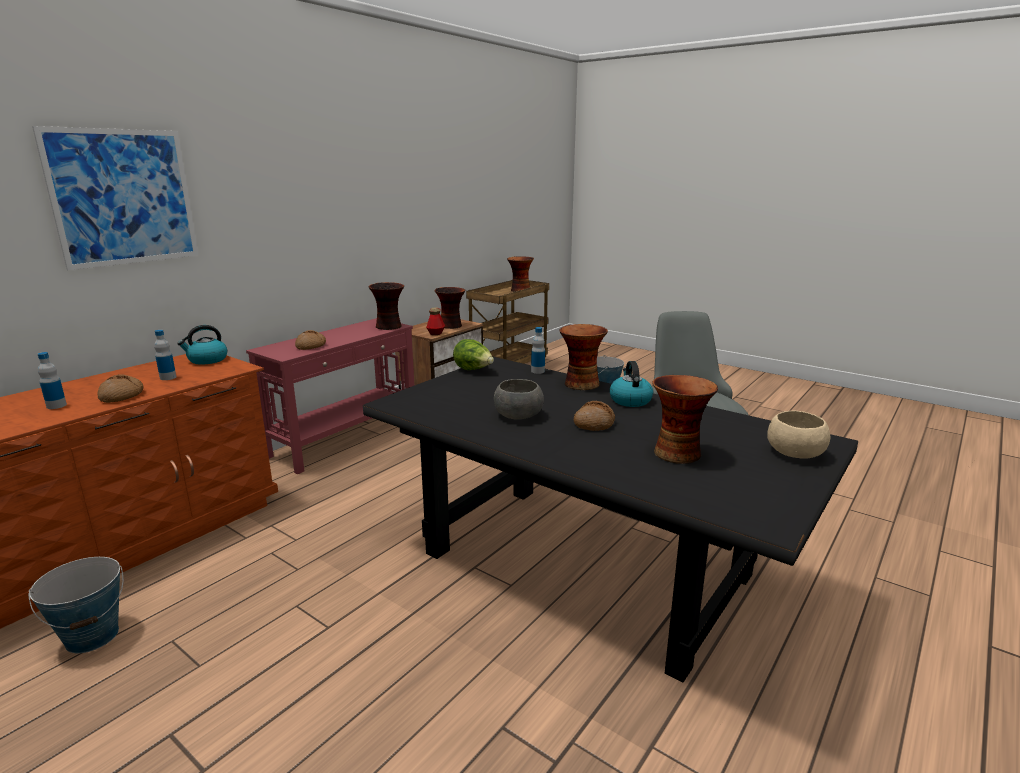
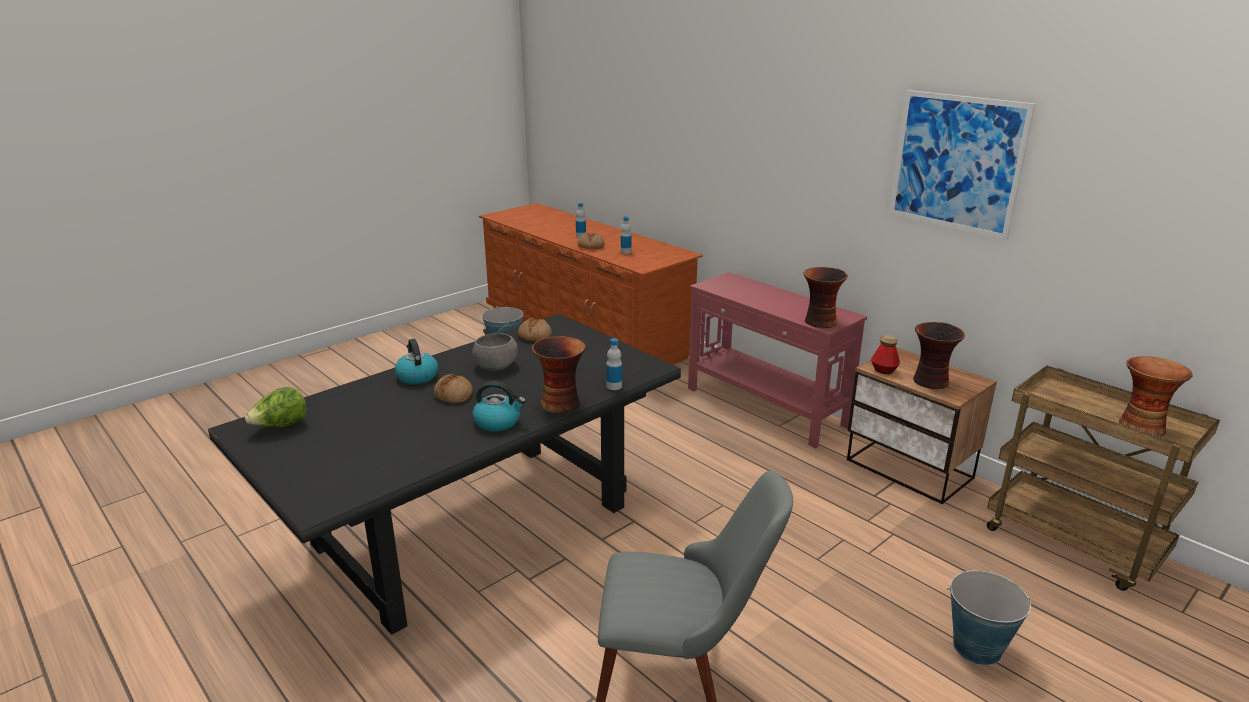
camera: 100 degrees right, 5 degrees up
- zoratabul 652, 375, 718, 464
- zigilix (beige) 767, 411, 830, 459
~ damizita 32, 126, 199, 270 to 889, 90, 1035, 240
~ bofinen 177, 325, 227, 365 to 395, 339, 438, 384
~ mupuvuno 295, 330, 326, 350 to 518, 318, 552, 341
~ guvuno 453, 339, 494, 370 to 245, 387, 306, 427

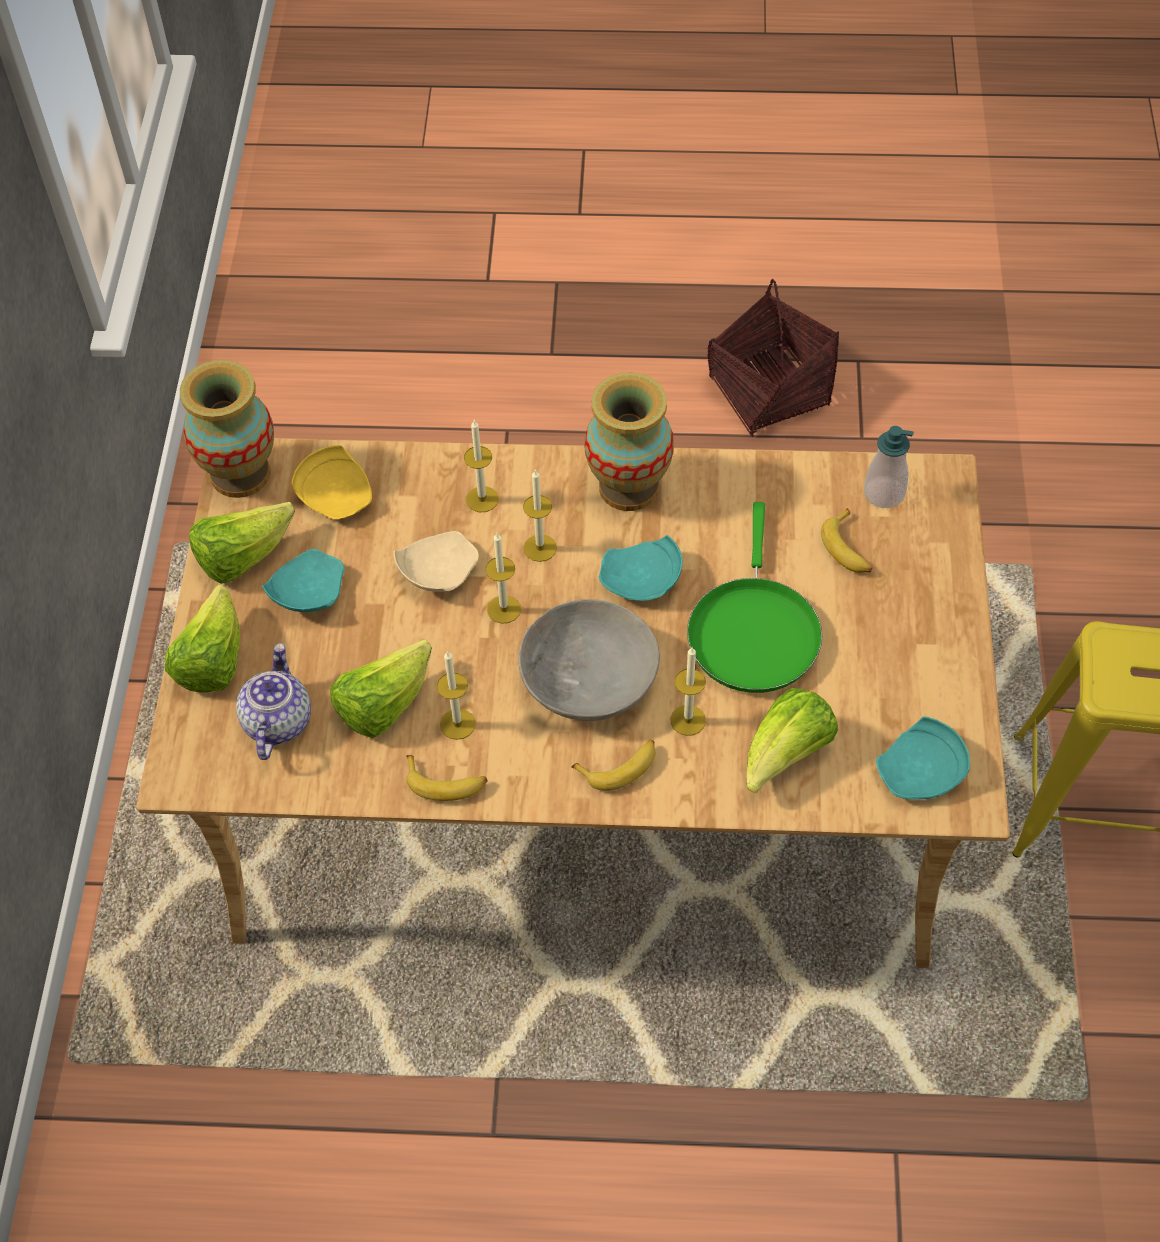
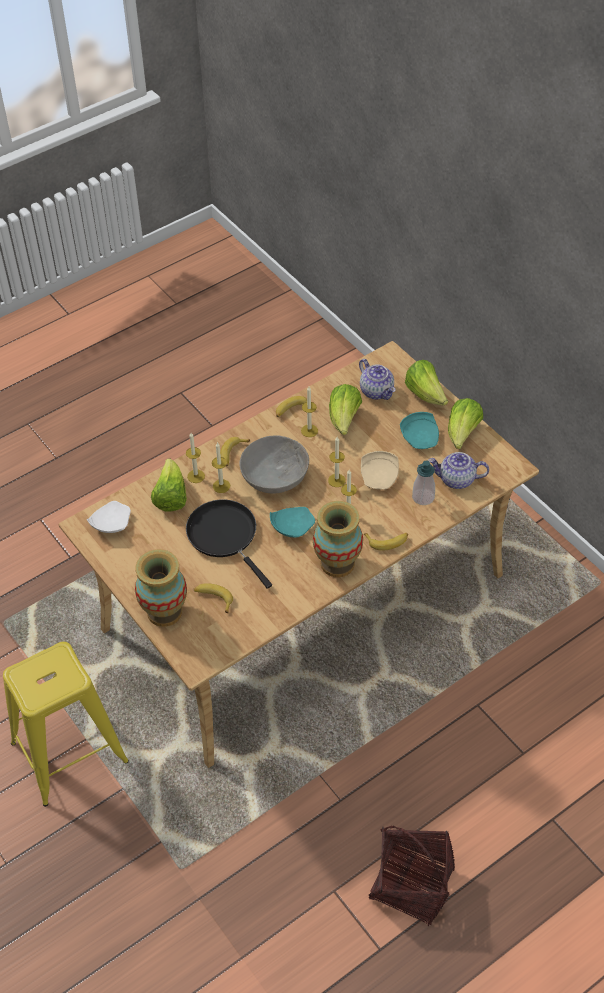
camera: 140 degrees right, 5 degrees down
+ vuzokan 364, 533, 408, 551
~ zoratabul 180, 360, 274, 498 to 135, 549, 187, 627
~ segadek 464, 420, 499, 512 to 186, 433, 205, 483
~ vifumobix 864, 426, 914, 508 to 412, 460, 435, 505
~ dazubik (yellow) 291, 445, 372, 520 to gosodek 428, 452, 489, 489
~ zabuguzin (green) 687, 502, 822, 693 to zabuguzin (black) 186, 499, 272, 588
~ dazubik (turquoise) 876, 716, 970, 800 to dazubik (white) 87, 501, 131, 533

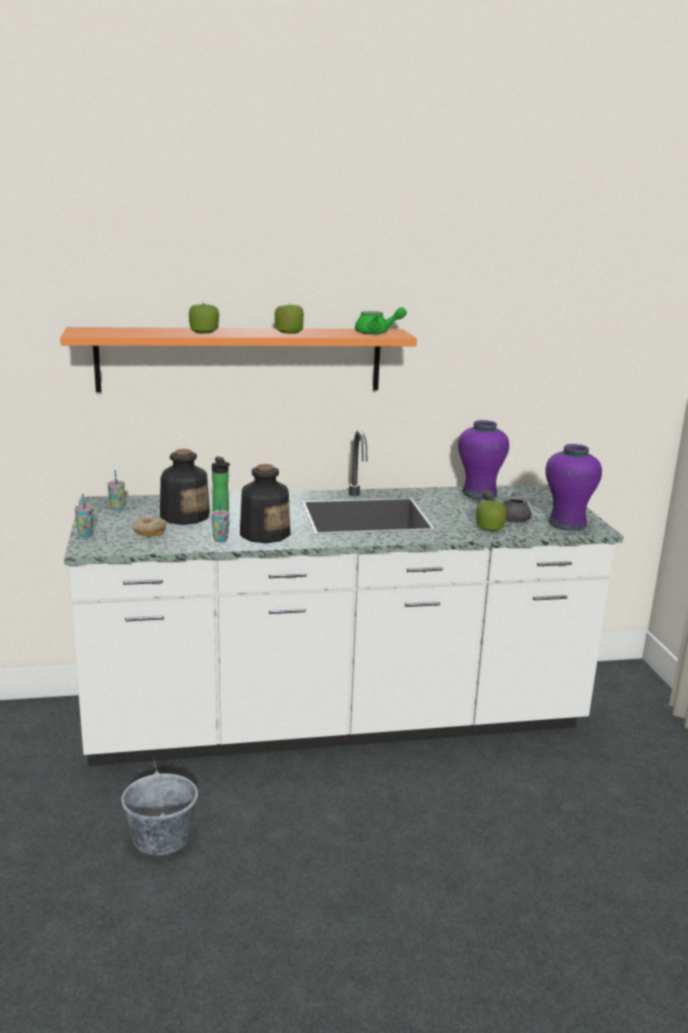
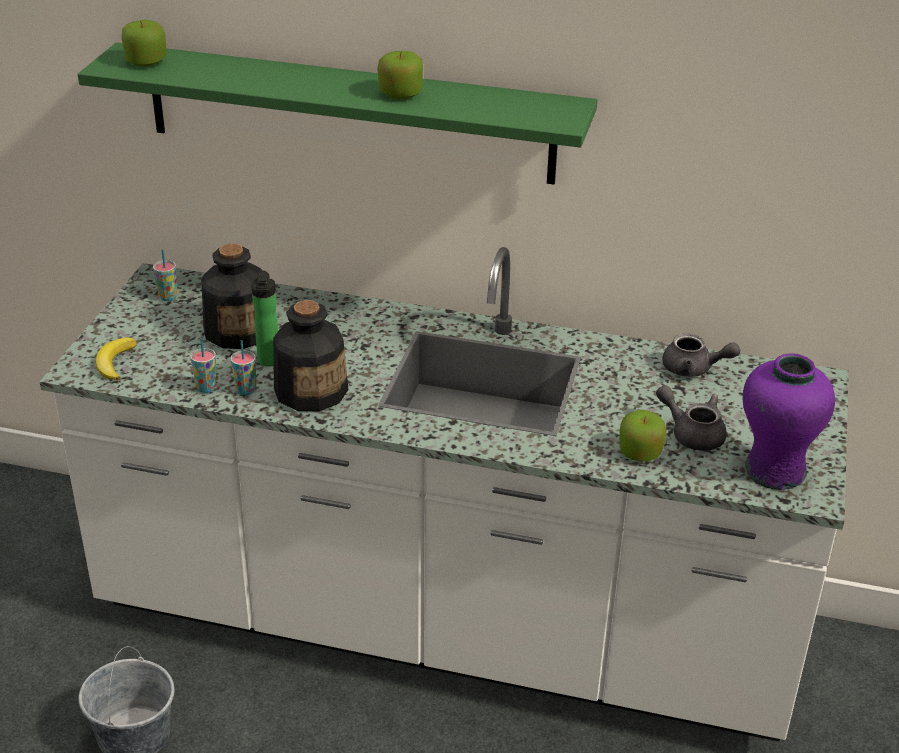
camera: 25 degrees right, 15 degrees up
- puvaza 132, 517, 166, 537
- gosodek (green) 355, 307, 407, 335
+ vuzokan 96, 337, 137, 381
~ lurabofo 75, 494, 93, 537 to 190, 338, 217, 393
~ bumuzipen 189, 302, 219, 334 to 122, 20, 166, 67
~ zoratabul (purple) 458, 420, 509, 500 to gosodek (grey) 662, 333, 740, 377
~ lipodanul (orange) 60, 327, 417, 392 to lipodanul (green) 78, 42, 597, 184

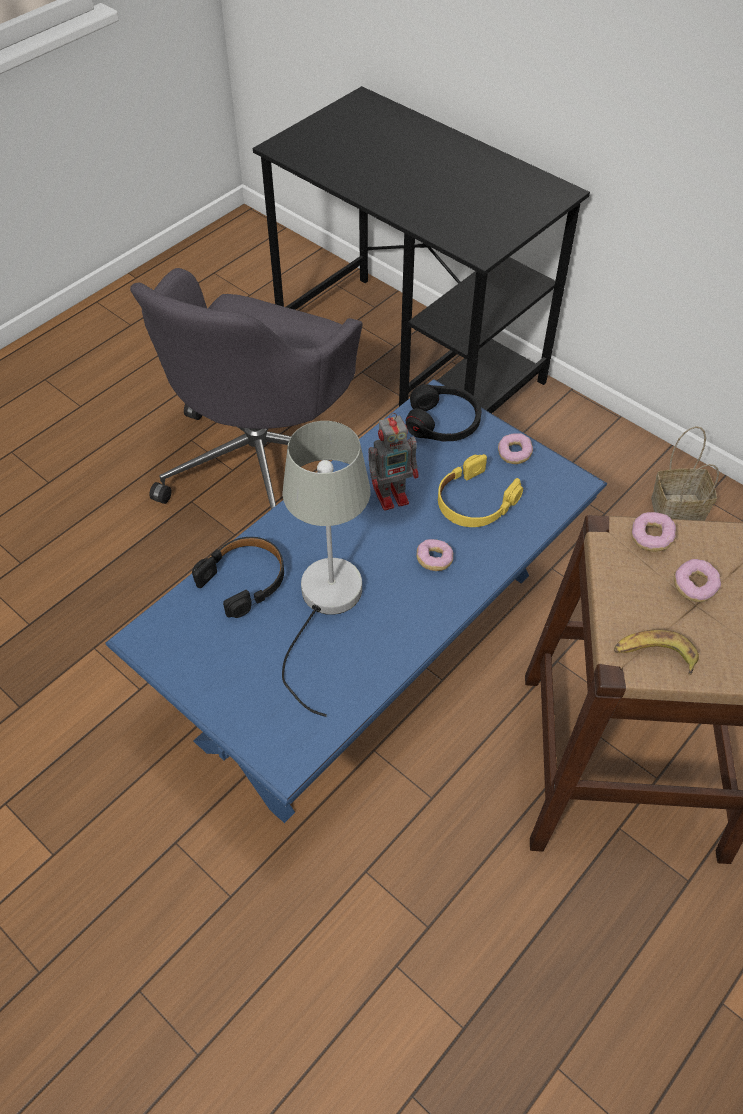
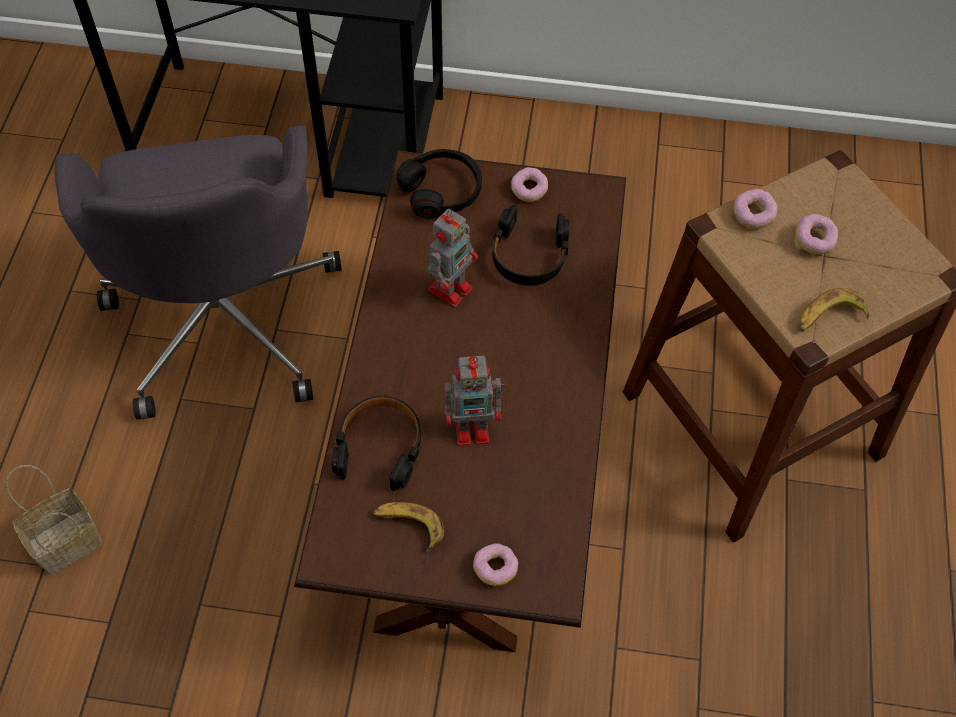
camera: 35 degrees left, 5 degrees up
+ vuzokan 373, 502, 444, 552
~ puvaza 417, 539, 453, 571 to 473, 543, 518, 586
~ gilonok 651, 426, 719, 521 to 6, 465, 103, 575
~ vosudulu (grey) 282, 421, 370, 717 to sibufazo 444, 356, 504, 446
~ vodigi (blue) 105, 379, 607, 823 to vodigi (brown) 294, 150, 626, 652
~ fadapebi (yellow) 438, 454, 523, 527 to fadapebi (black) 492, 205, 569, 286

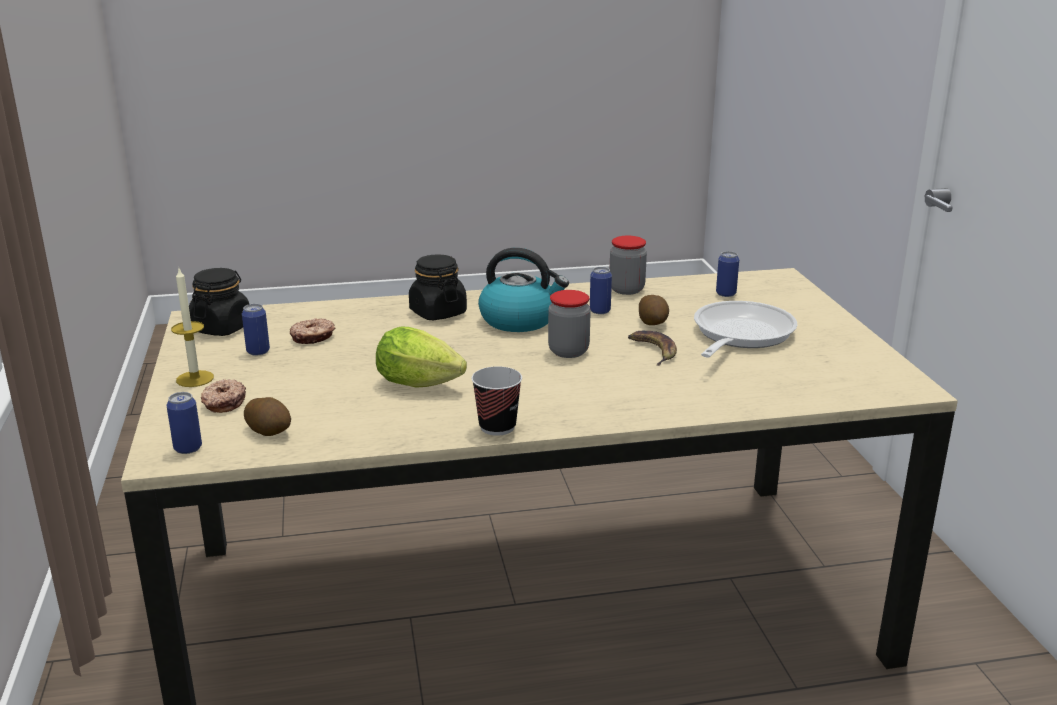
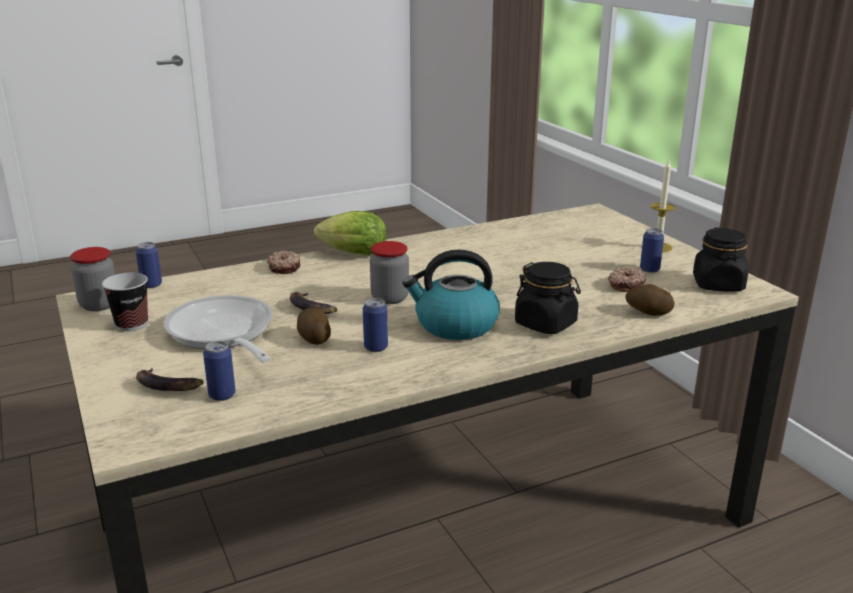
camera: 165 degrees right, 0 degrees up
+ vuzokan 136, 368, 204, 391
~ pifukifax 167, 392, 202, 454 to 136, 242, 162, 288
~ puvaza 201, 379, 246, 413 to 267, 250, 300, 274
~ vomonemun 244, 397, 291, 436 to 625, 284, 674, 316
~ guvuno 376, 327, 467, 388 to 314, 211, 386, 255
~ lurabofo 471, 366, 522, 436 to 102, 273, 148, 331
~ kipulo 610, 236, 647, 295 to 70, 247, 115, 311
~ zabuguzin 694, 301, 797, 357 = 164, 295, 273, 363 135 degrees clockwise

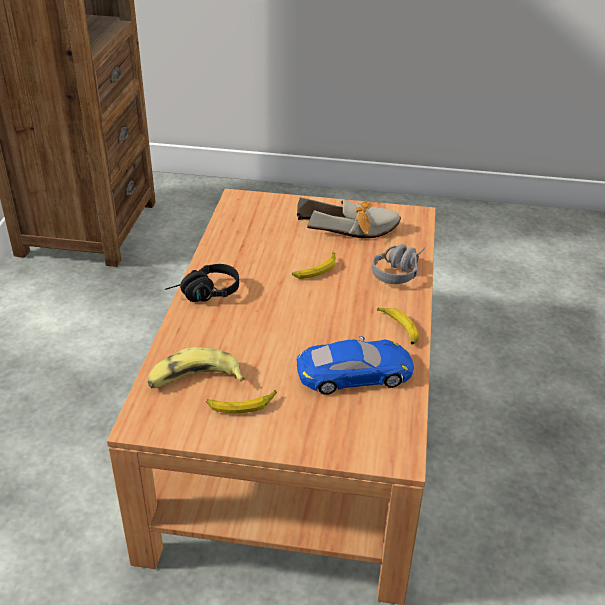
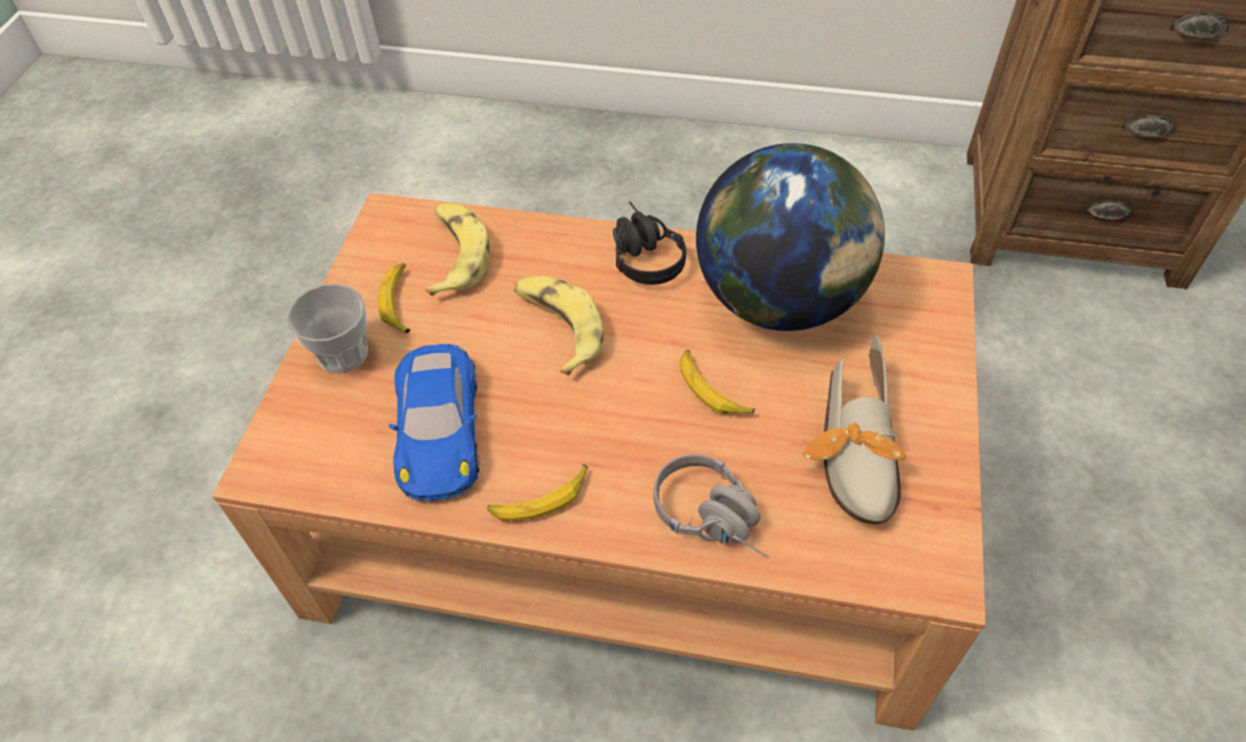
camera: 95 degrees right, 15 degrees up
+ lurabofo 287, 284, 368, 374
+ vuzokan 514, 276, 604, 375
+ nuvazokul 696, 143, 885, 331

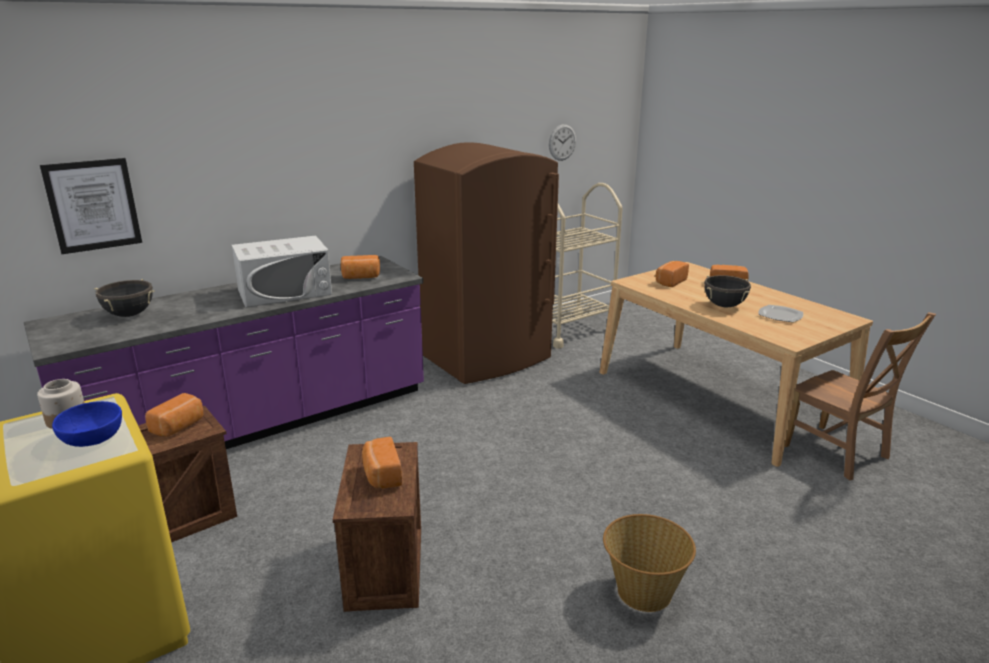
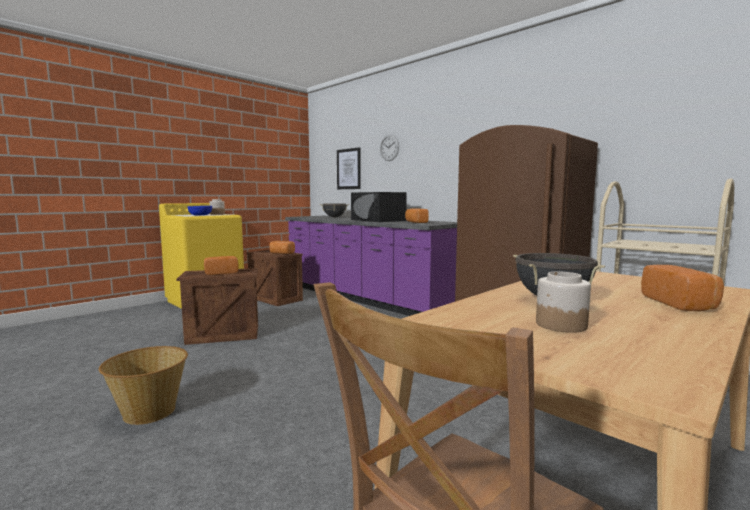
camera: 80 degrees right, 15 degrees down
- mupuvuno 655, 261, 689, 287
~ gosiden 549, 124, 576, 161 to 380, 135, 399, 161
~ dazubik 758, 305, 803, 322 to kipulo 536, 272, 591, 333
~ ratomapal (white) 232, 236, 332, 307 to ratomapal (black) 351, 192, 407, 222

